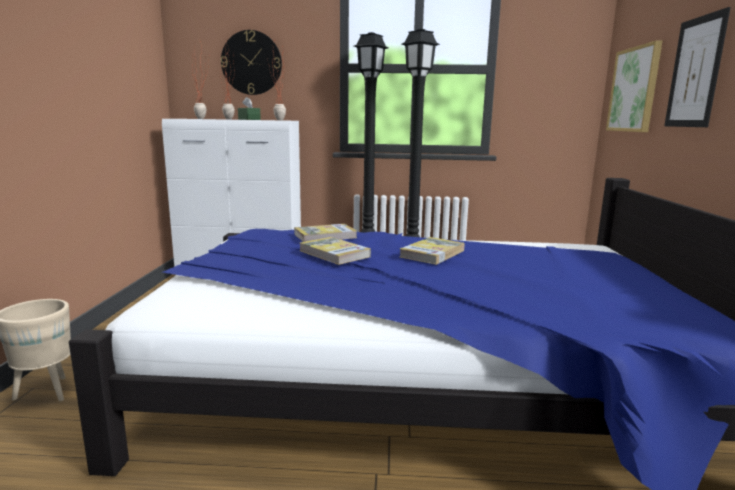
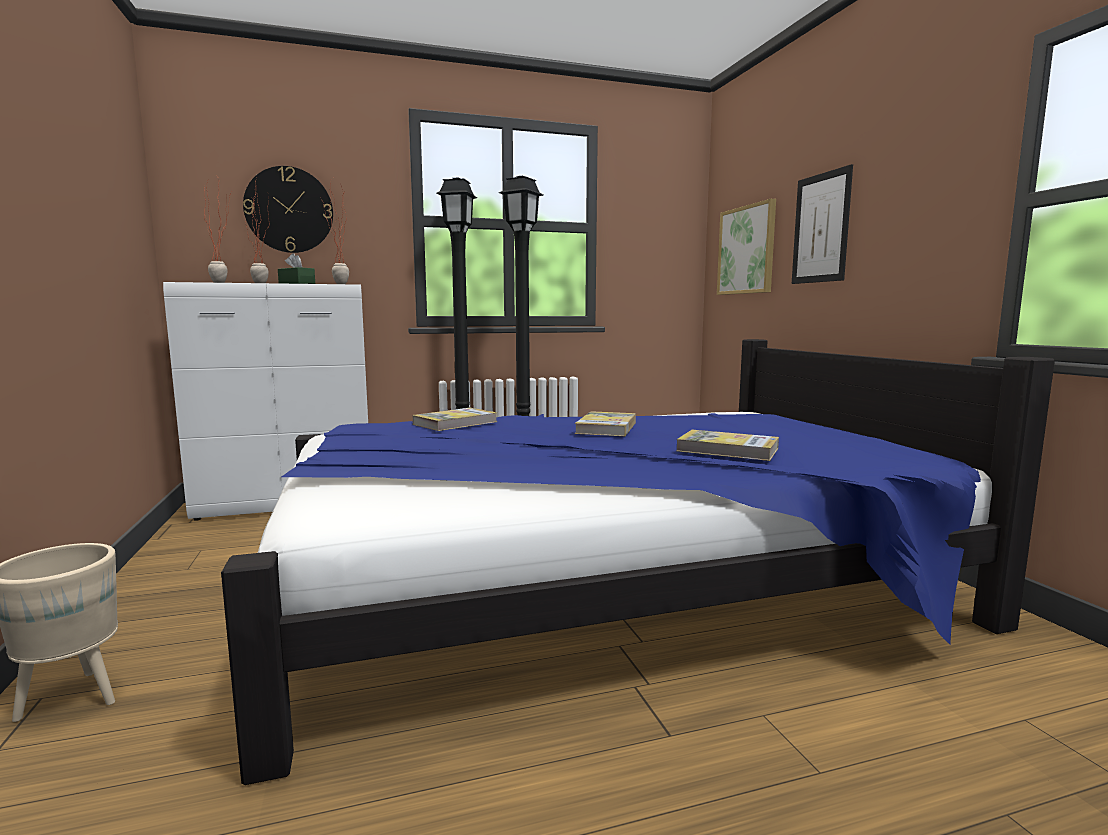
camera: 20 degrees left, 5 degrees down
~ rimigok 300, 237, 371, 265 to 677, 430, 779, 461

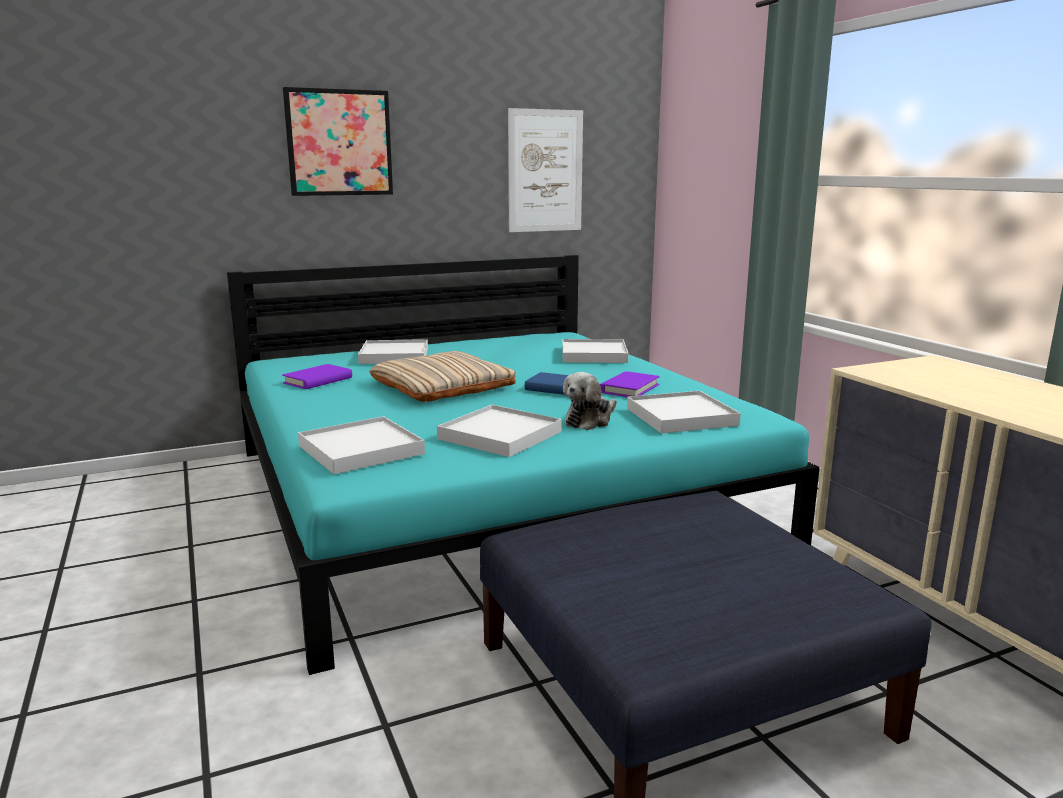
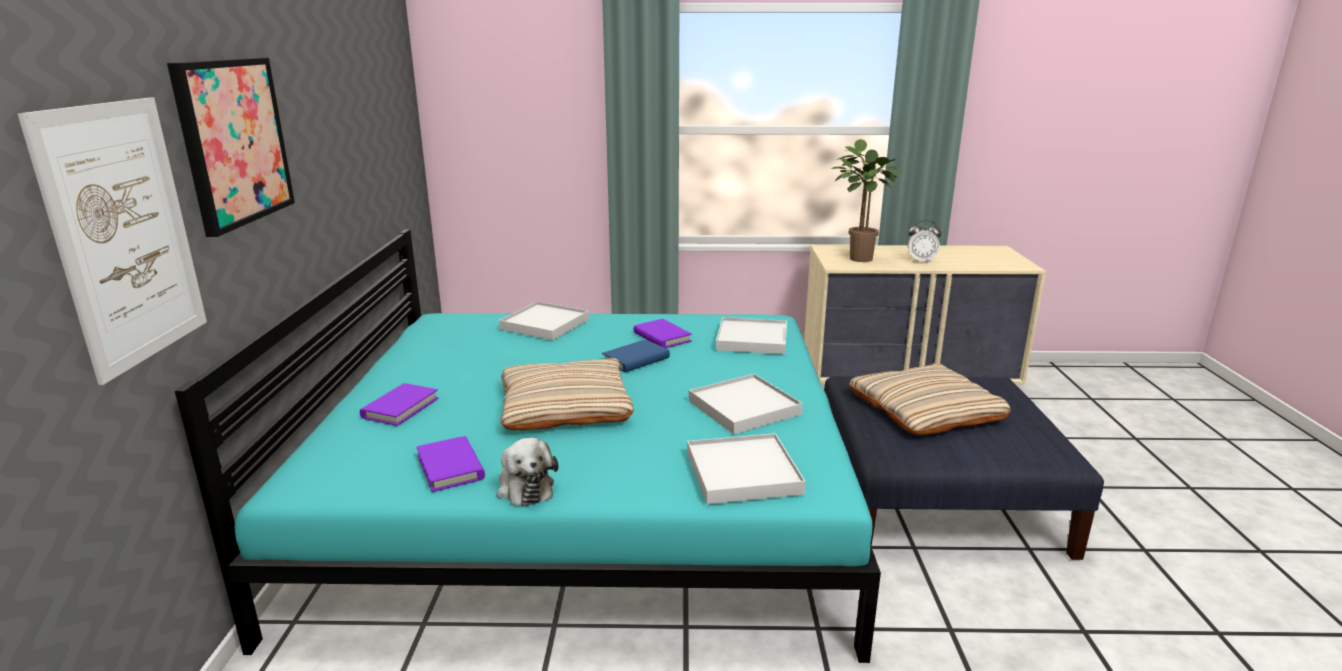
camera: 65 degrees left, 5 degrees up
+ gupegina 831, 139, 902, 262
+ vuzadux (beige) 849, 363, 1011, 435
+ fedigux 908, 220, 942, 263
~ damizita 508, 108, 583, 232 to 18, 97, 207, 385
~ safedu 563, 372, 617, 430 to 497, 438, 559, 506
~ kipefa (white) 358, 339, 428, 364 to rimigok (purple) 360, 383, 439, 426

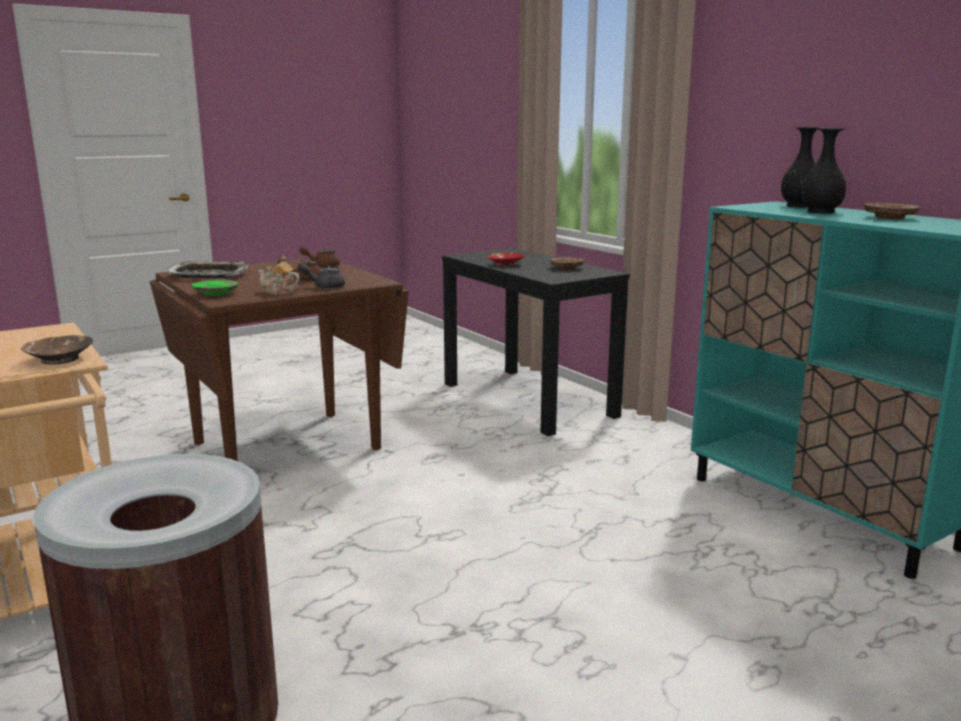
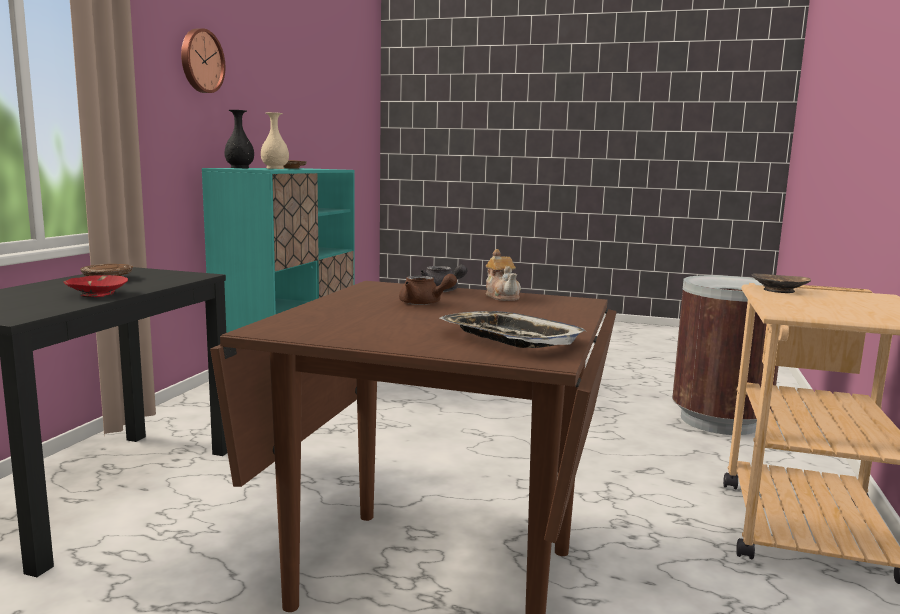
camera: 130 degrees left, 5 degrees down
- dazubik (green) 192, 280, 238, 296
- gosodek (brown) 299, 246, 340, 268
+ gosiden 181, 28, 225, 93
~ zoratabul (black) 801, 128, 846, 214 to zoratabul (beige) 261, 112, 289, 169

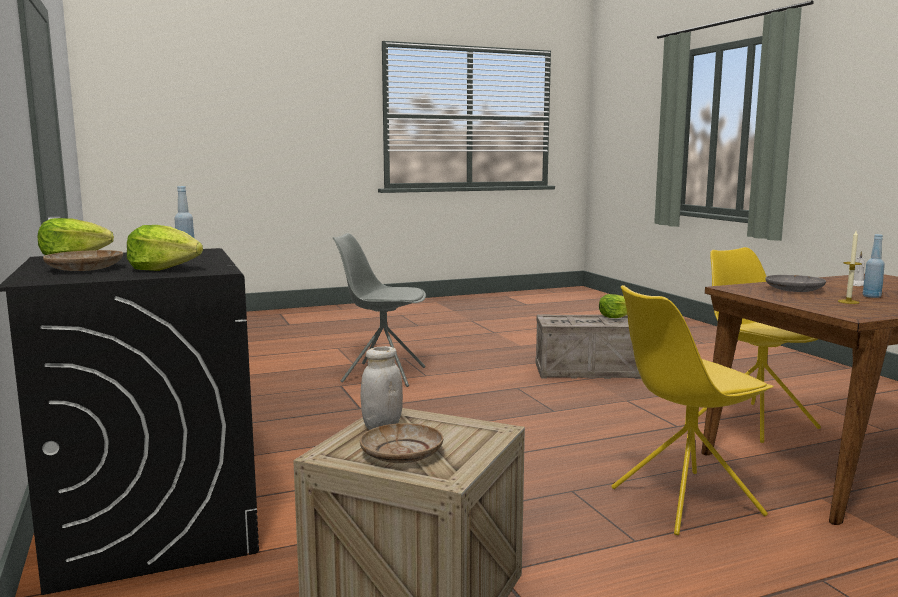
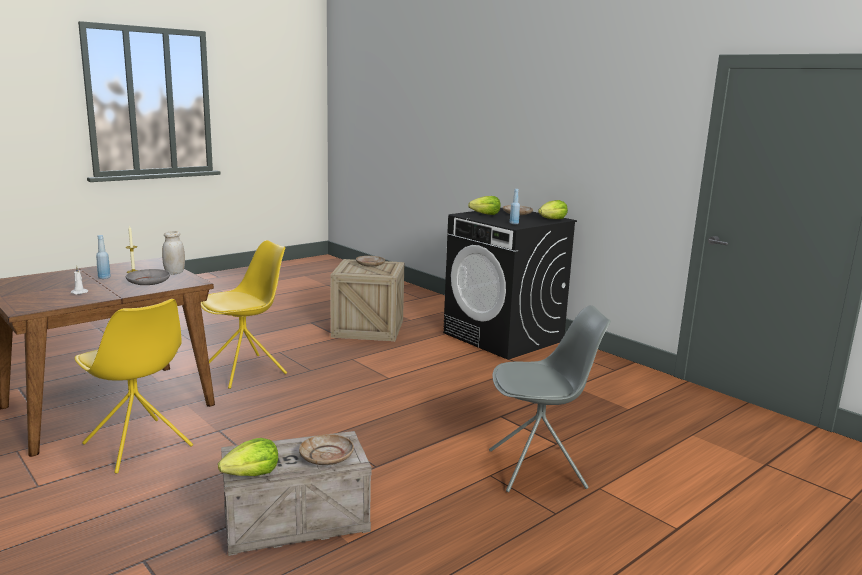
camera: 160 degrees right, 5 degrees up
+ dazubik (beige) 299, 434, 354, 465
~ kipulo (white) 360, 346, 403, 430 to 162, 231, 185, 275

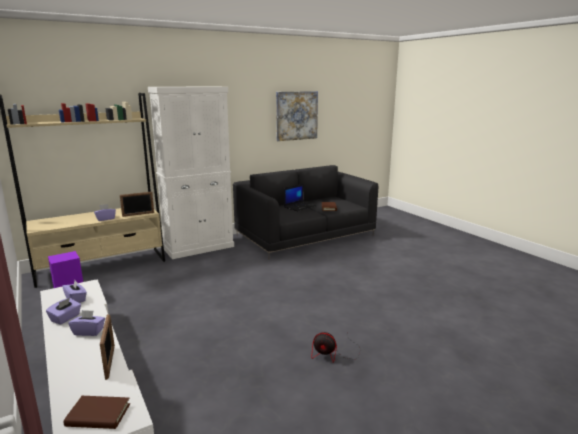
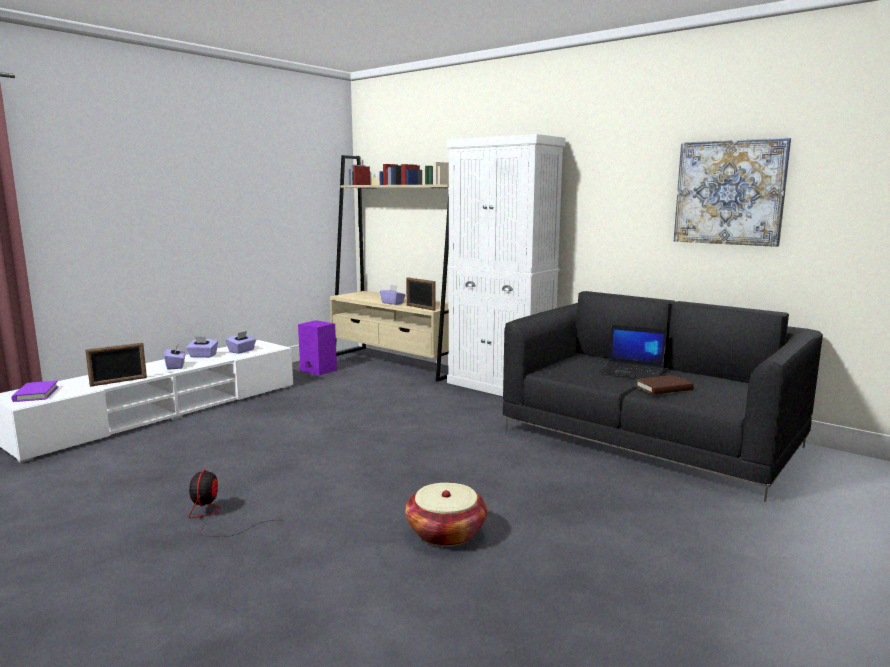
camera: 70 degrees right, 5 degrees down
+ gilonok 405, 483, 487, 547
~ rimigok (brown) 64, 396, 130, 429 to rimigok (purple) 12, 381, 59, 402

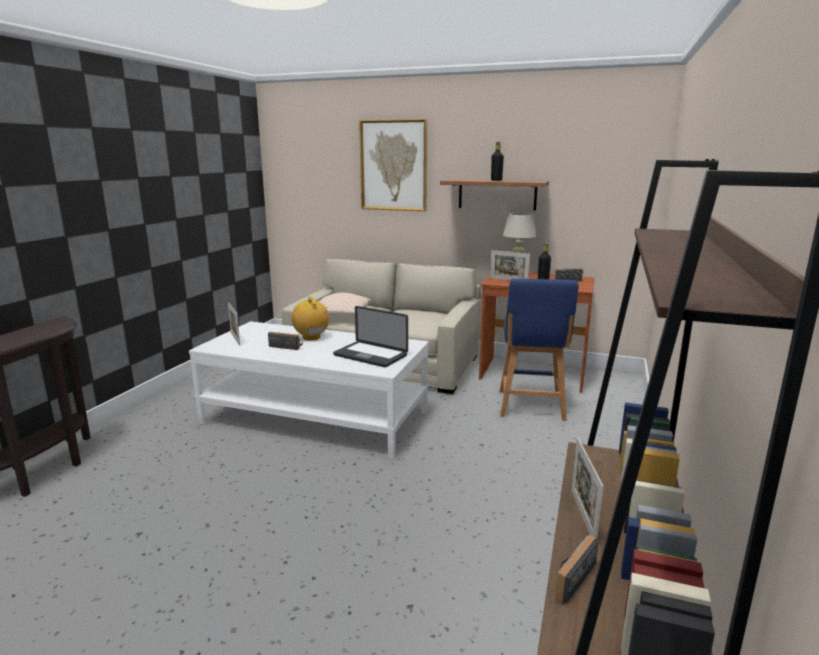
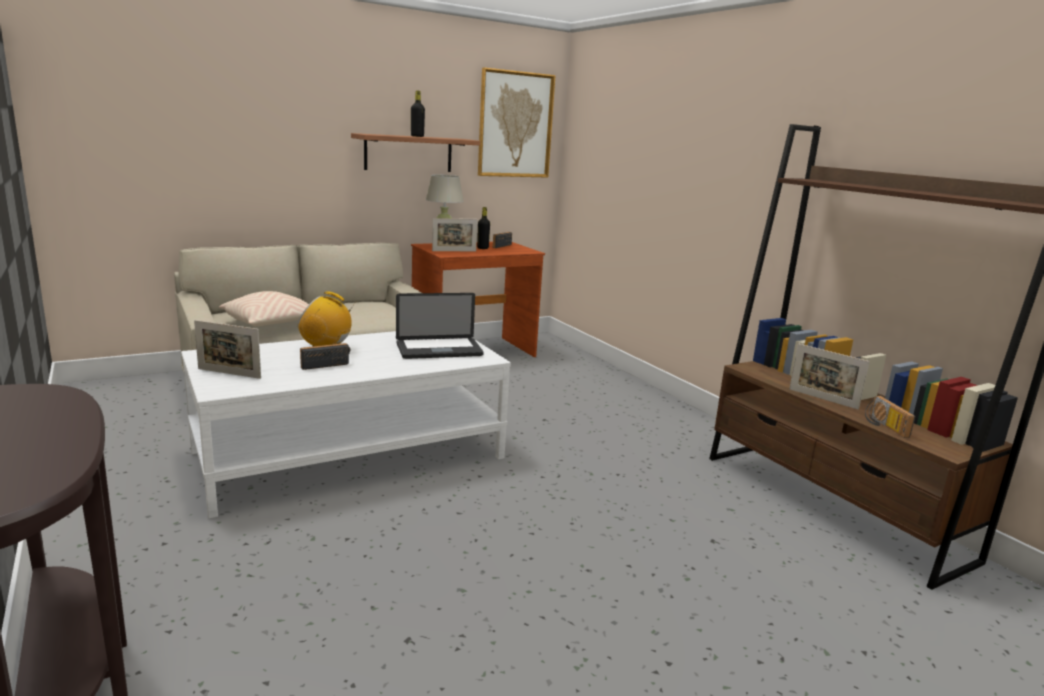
camera: 50 degrees left, 0 degrees up
- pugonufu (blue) 500, 278, 579, 421
~ damizita 359, 119, 427, 211 to 478, 68, 556, 178

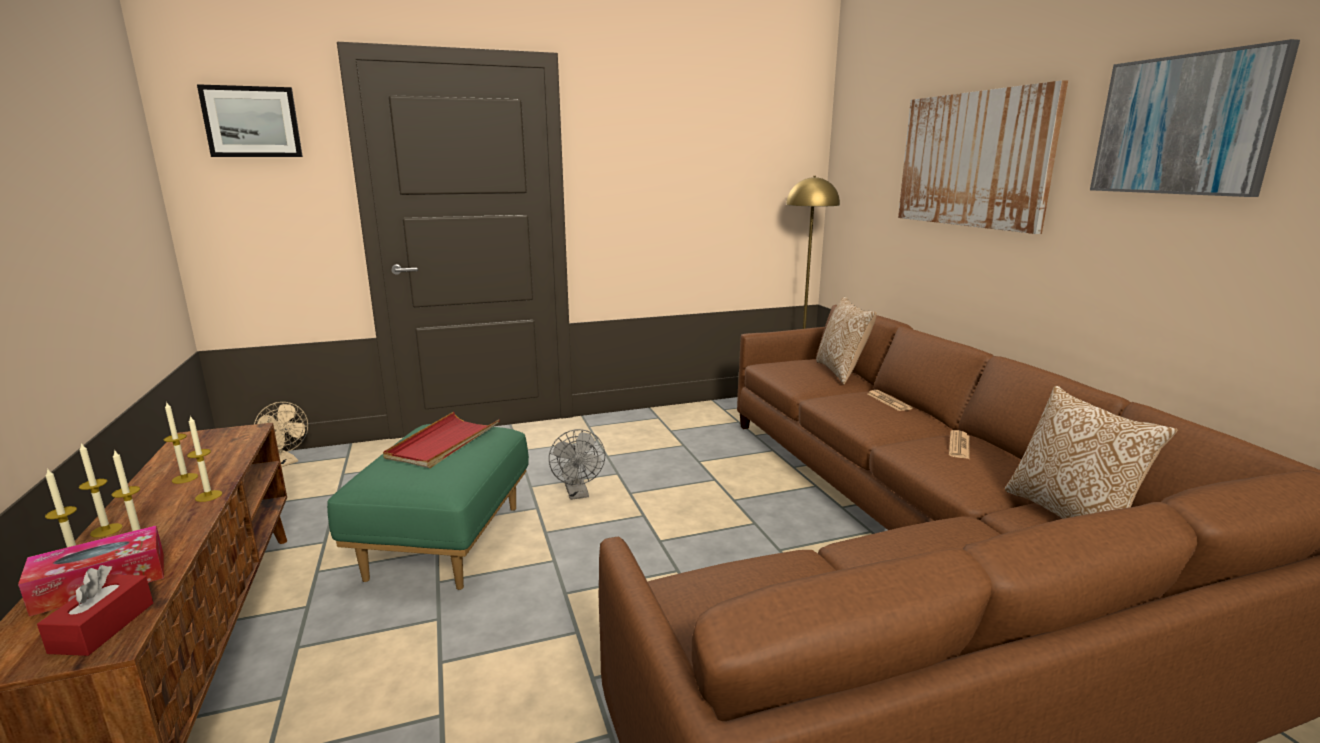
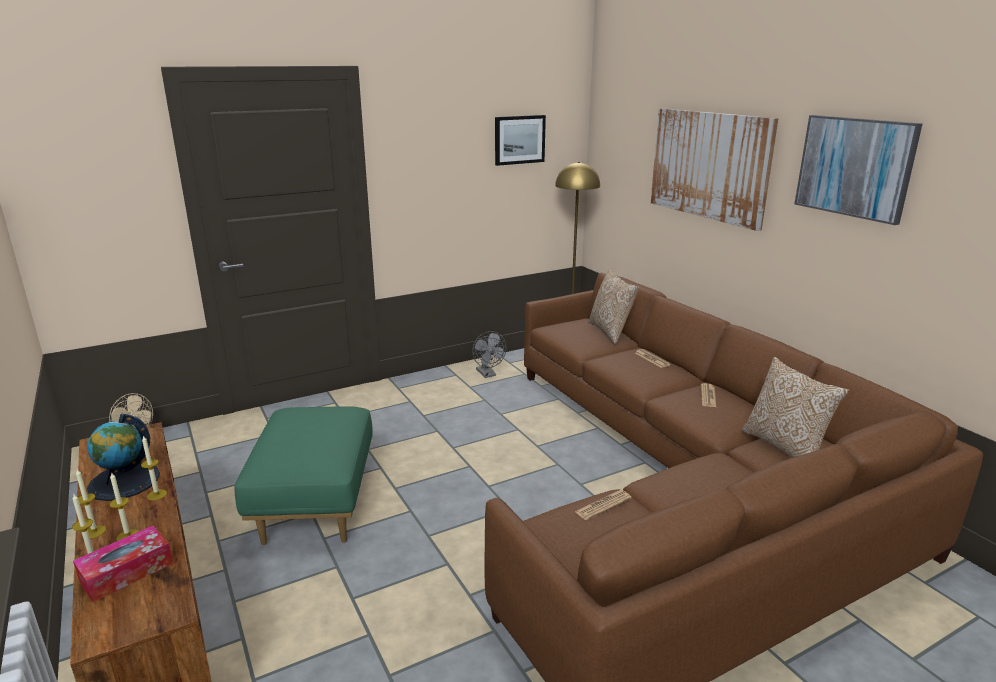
camera: 10 degrees left, 5 degrees up
- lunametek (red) 37, 565, 153, 656
- kipefa (red) 383, 412, 500, 468
+ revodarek 575, 490, 631, 520
~ damizita 197, 84, 303, 157 to 495, 115, 546, 166
~ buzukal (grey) 549, 429, 605, 500 to 472, 331, 506, 378
~ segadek 164, 403, 198, 484 to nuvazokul 87, 414, 160, 501

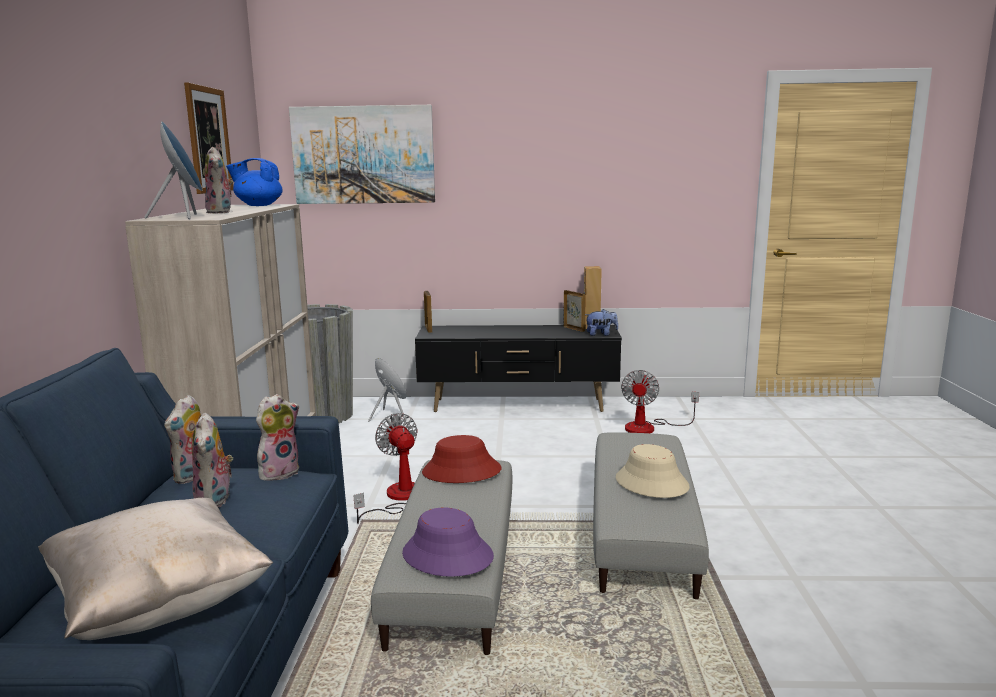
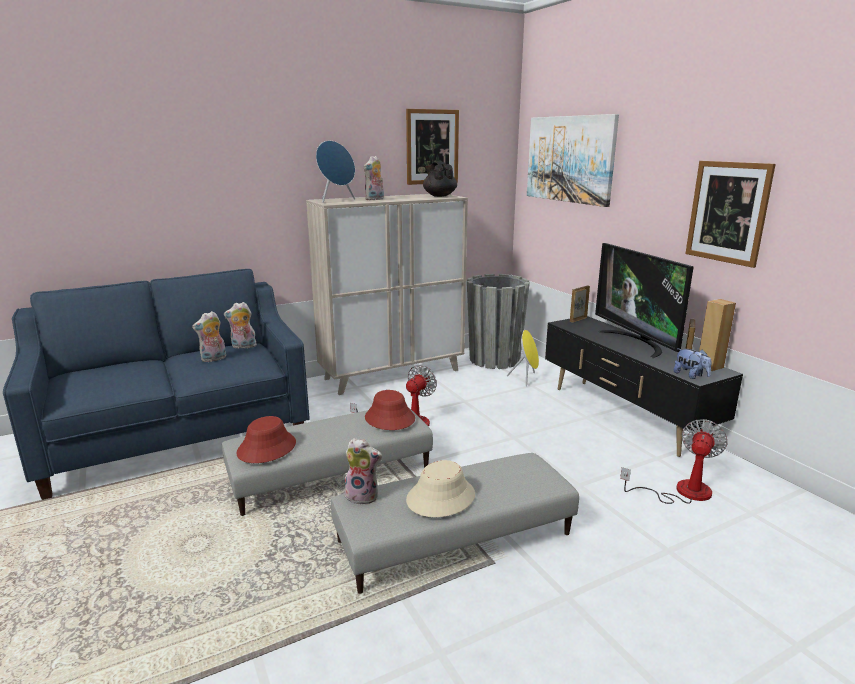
camera: 60 degrees right, 5 degrees up
- vuzadux (beige) 38, 498, 273, 640
+ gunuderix 595, 243, 694, 358
+ damizita 685, 161, 776, 268
~ safedu 256, 394, 299, 481 to 343, 438, 382, 505
~ gosodek (blue) 226, 158, 283, 206 to gosodek (black) 423, 162, 457, 197
~ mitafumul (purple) 402, 507, 494, 577 to mitafumul (red) 237, 416, 296, 463
~ buzukal 621, 370, 699, 433 = 620, 419, 728, 504 135 degrees clockwise

